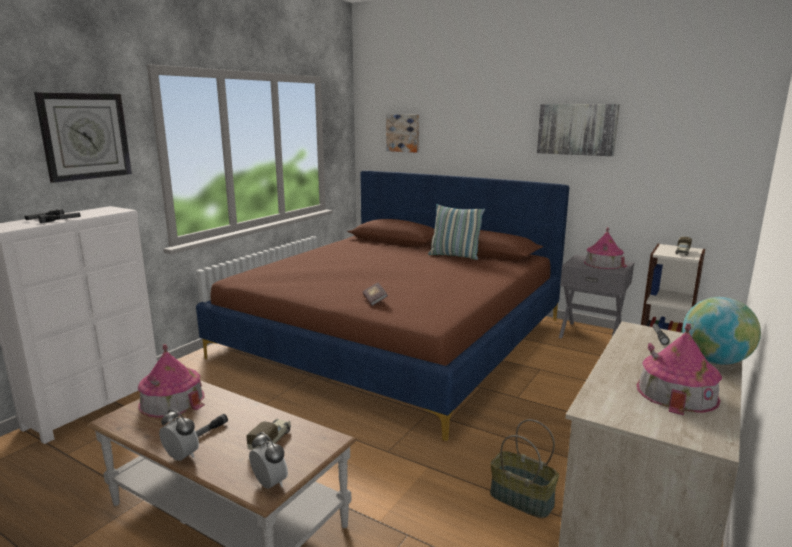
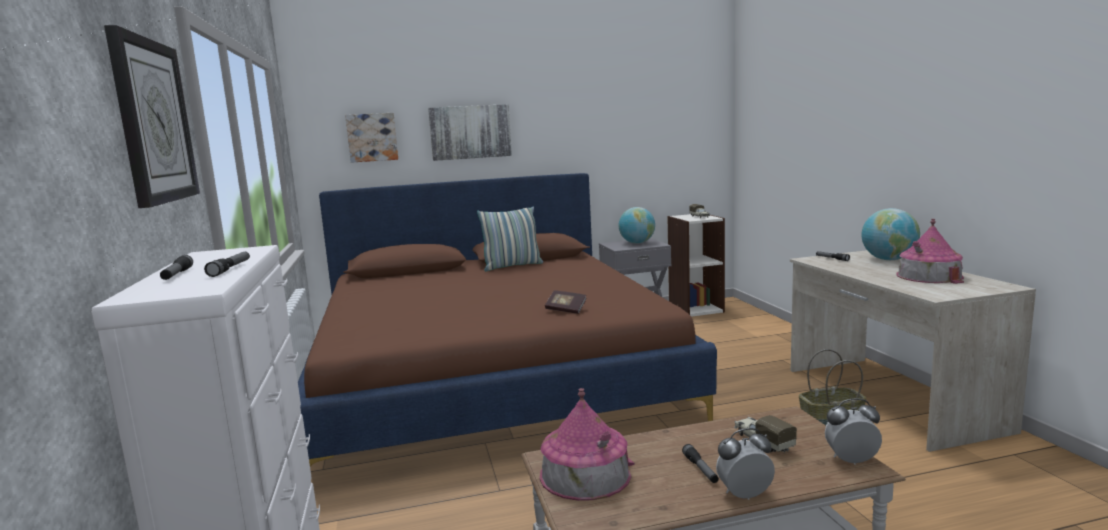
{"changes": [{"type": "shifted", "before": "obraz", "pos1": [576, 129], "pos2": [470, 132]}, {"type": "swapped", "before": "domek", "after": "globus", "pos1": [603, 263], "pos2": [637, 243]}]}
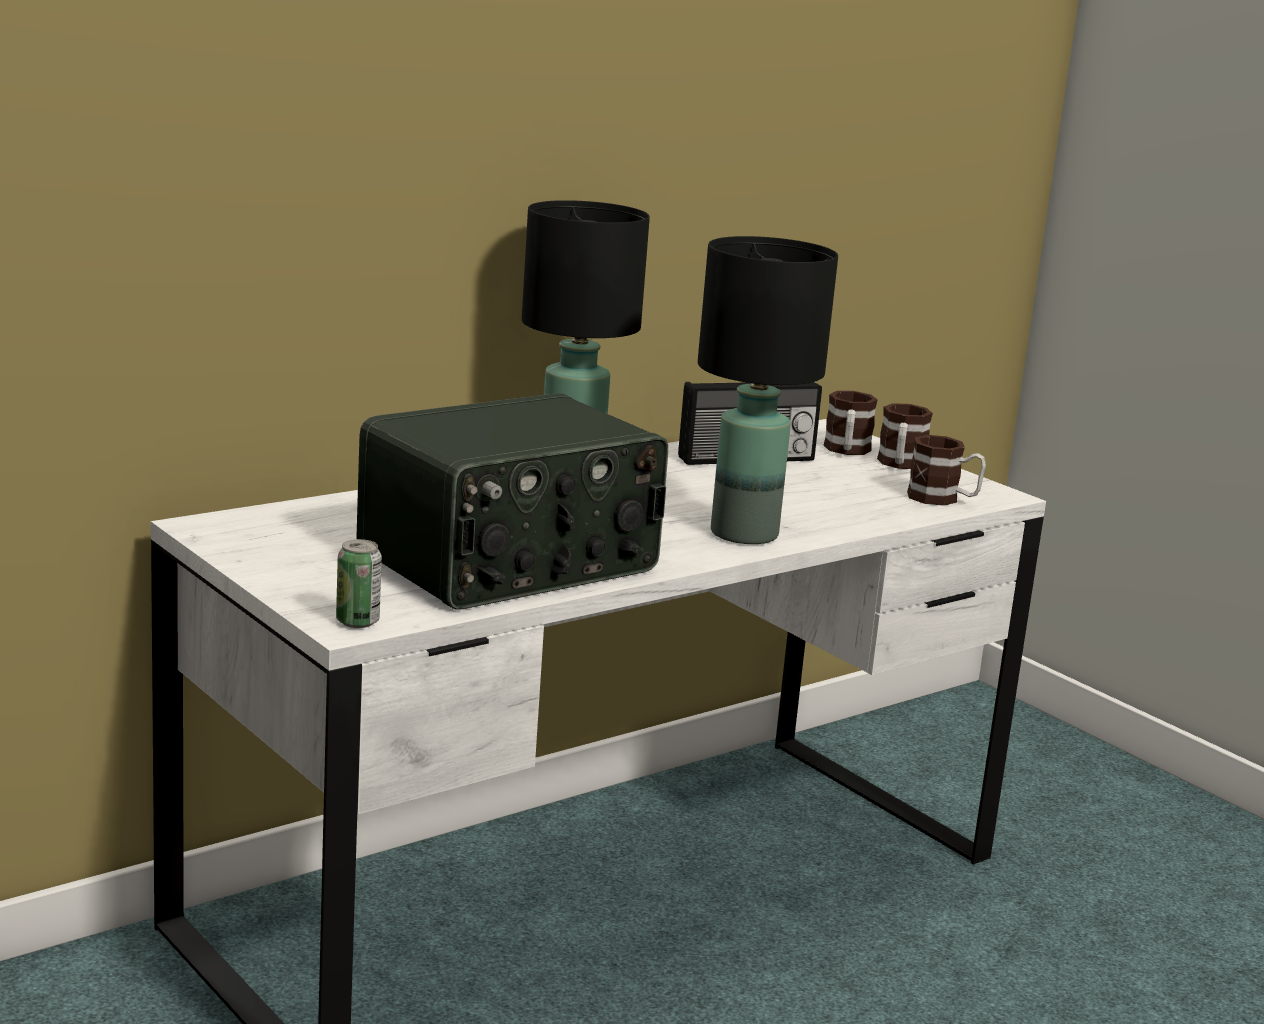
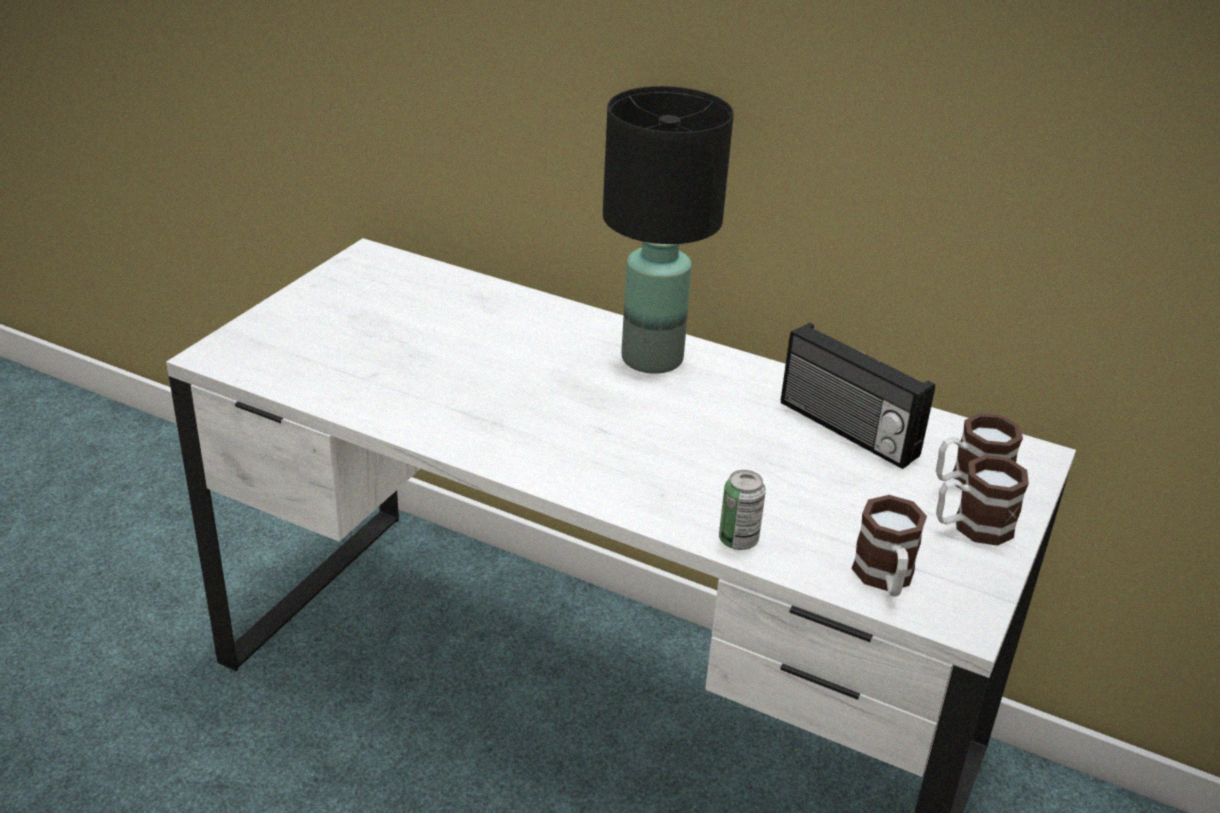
{"changes": [{"type": "gone", "before": "lampa stołowa (czarny)", "pos1": [742, 533]}, {"type": "gone", "before": "radio", "pos1": [511, 564]}, {"type": "shifted", "before": "puszka", "pos1": [357, 621], "pos2": [738, 540]}]}
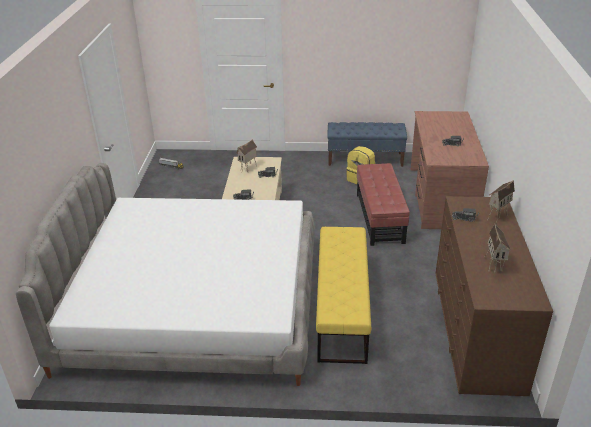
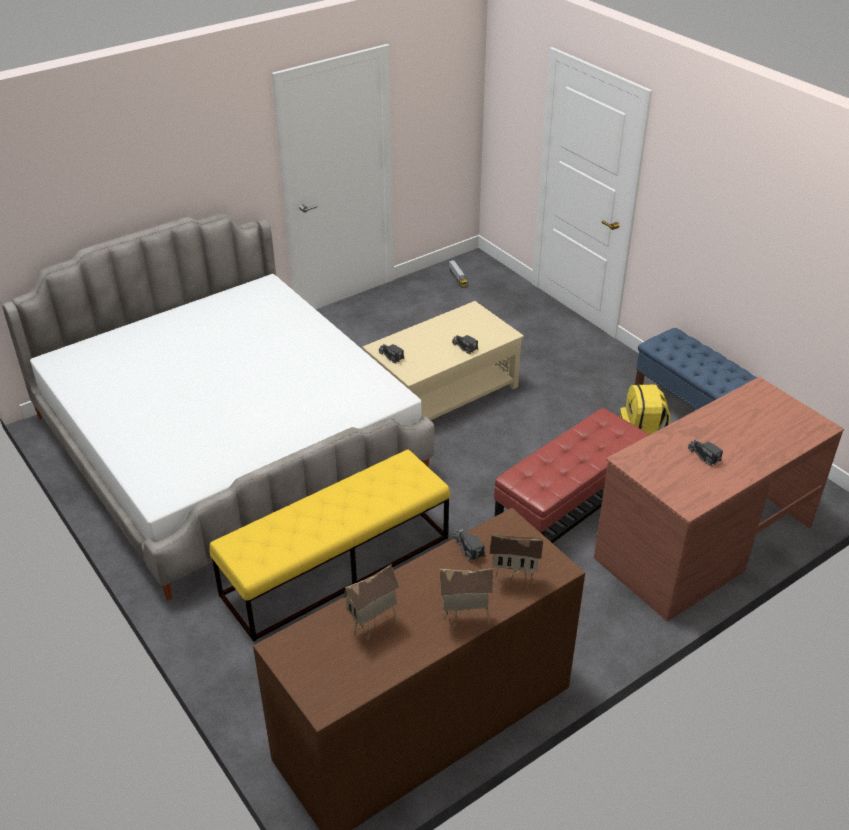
{"changes": [{"type": "shifted", "before": "domek", "pos1": [248, 169], "pos2": [465, 621]}]}
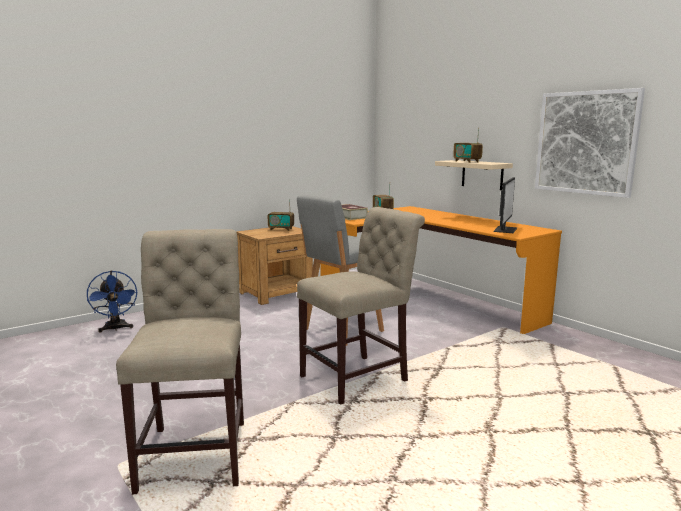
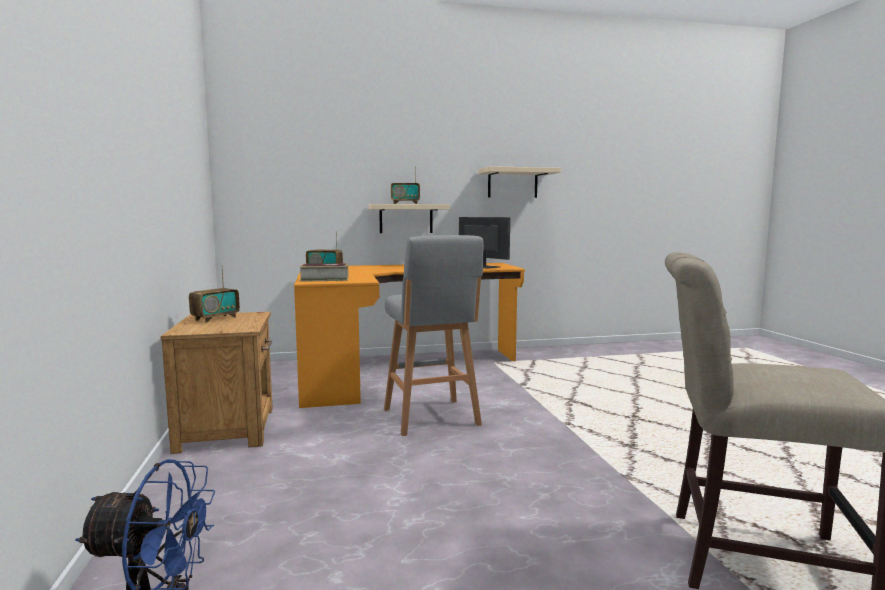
{"changes": [{"type": "swapped", "before": "obraz", "after": "półka (beżowy)", "pos1": [586, 143], "pos2": [512, 183]}, {"type": "gone", "before": "krzesło (beżowy)", "pos1": [359, 377]}]}
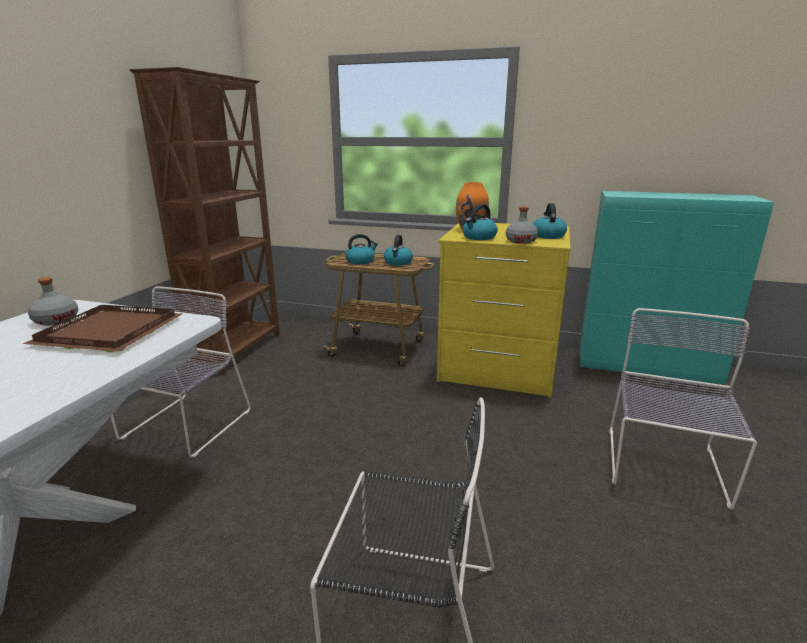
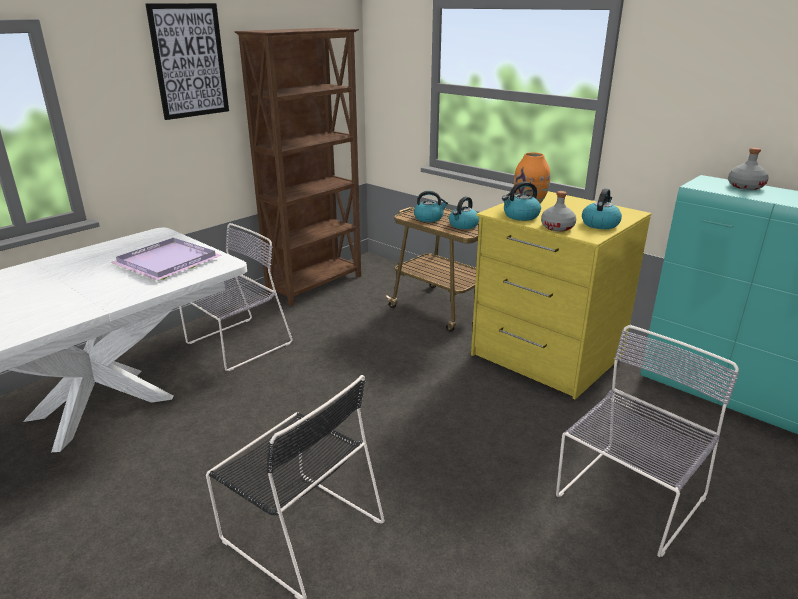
{"changes": [{"type": "shifted", "before": "butelka (szary)", "pos1": [56, 320], "pos2": [745, 186]}, {"type": "repainted", "before": "taca (brązowy)", "after": "taca (fioletowy)", "pos1": [109, 331], "pos2": [167, 261]}, {"type": "new", "after": "obraz", "pos2": [189, 61]}]}
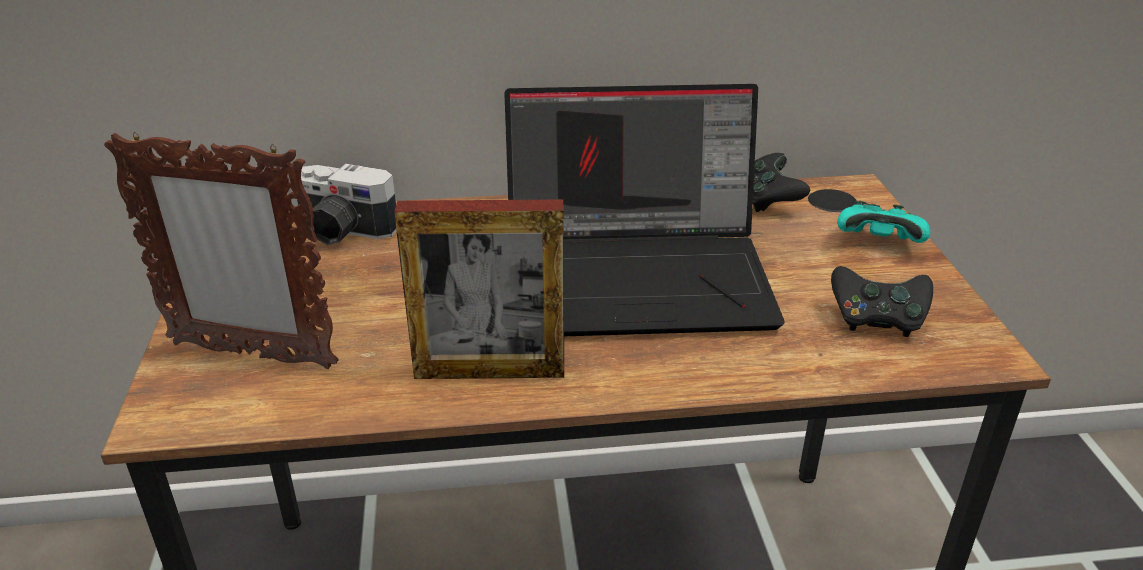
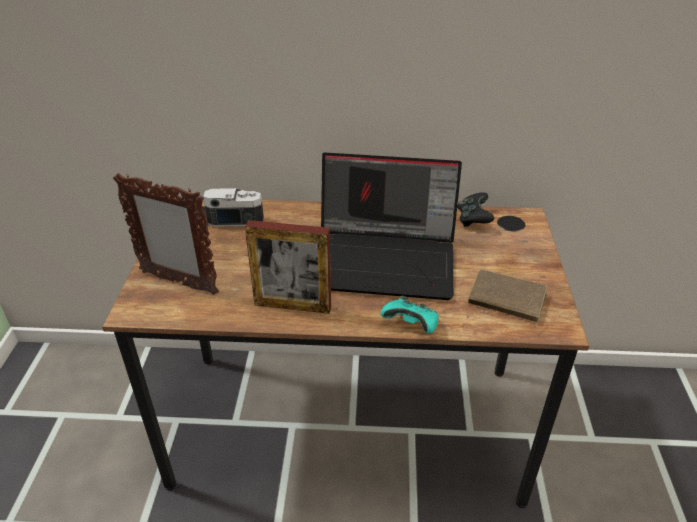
{"changes": [{"type": "rotated", "before": "aparat fotograficzny", "pos1": [342, 232], "pos2": [236, 216], "turn": 150}, {"type": "shifted", "before": "pad do gier (turkusowy)", "pos1": [879, 243], "pos2": [411, 325]}, {"type": "swapped", "before": "pad do gier (czarny)", "after": "książka (brązowy)", "pos1": [876, 320], "pos2": [506, 300]}]}
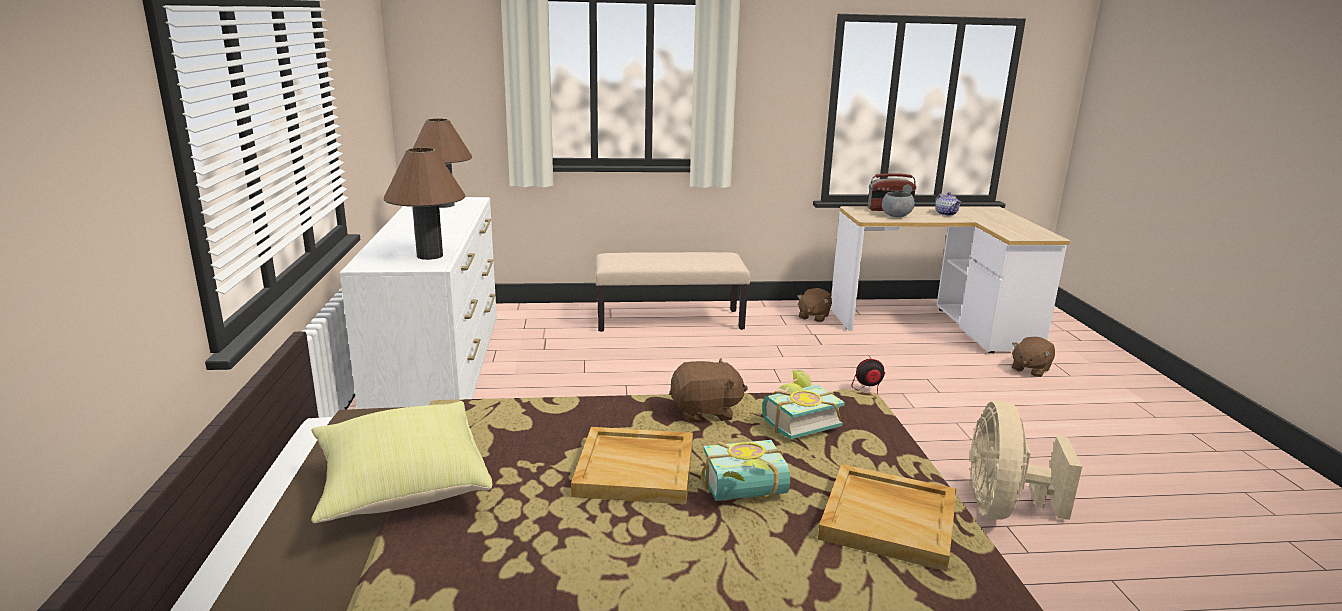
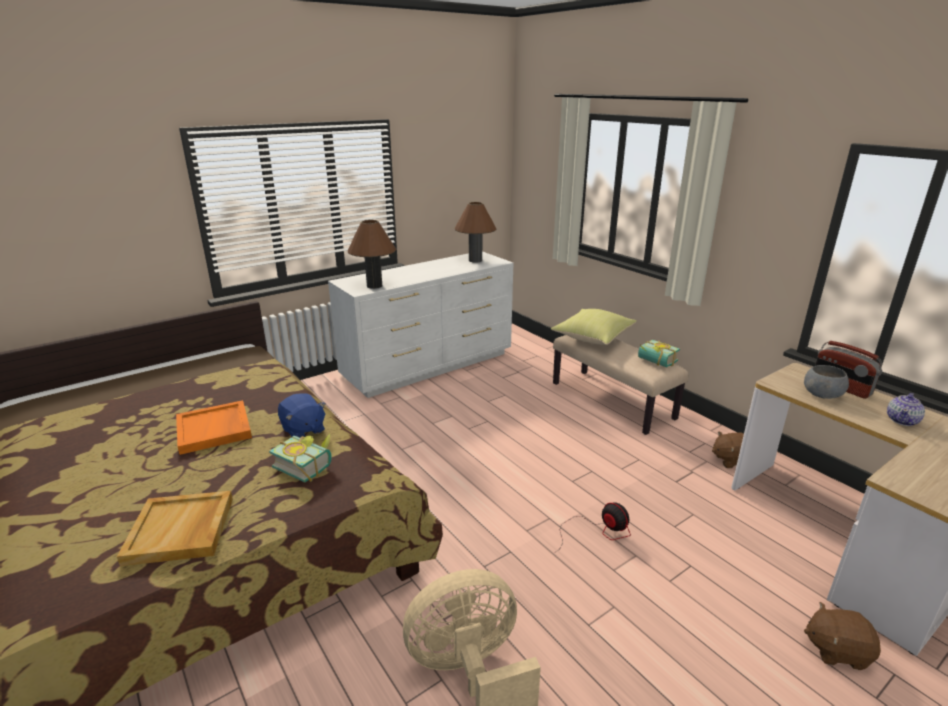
{"changes": [{"type": "repainted", "before": "pluszak (brązowy)", "after": "pluszak (niebieski)", "pos1": [705, 412], "pos2": [303, 430]}, {"type": "shifted", "before": "poduszka (żółty)", "pos1": [400, 486], "pos2": [593, 338]}, {"type": "repainted", "before": "taca (beżowy)", "after": "taca (pomarańczowy)", "pos1": [636, 469], "pos2": [214, 429]}, {"type": "shifted", "before": "książka", "pos1": [746, 494], "pos2": [655, 362]}]}
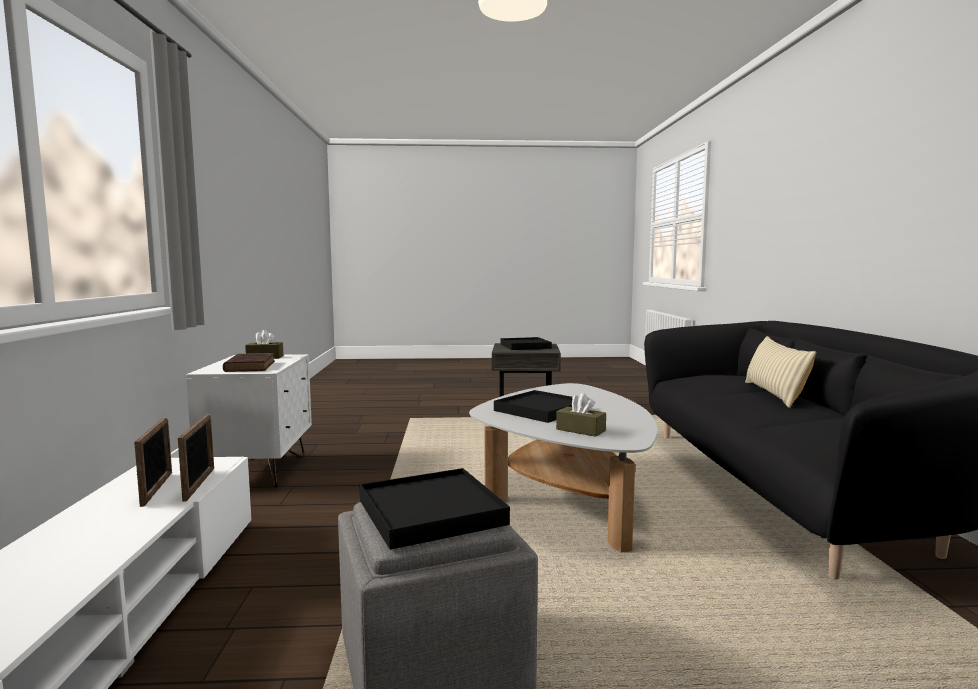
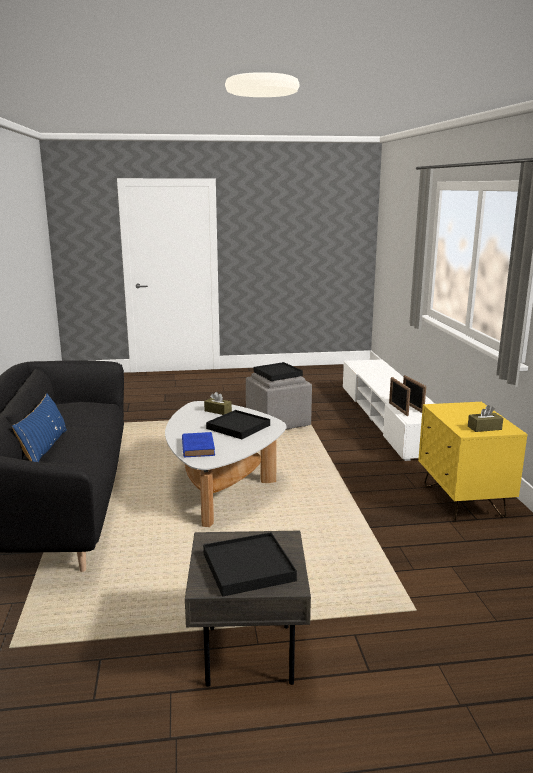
{"changes": [{"type": "repainted", "before": "poduszka (beżowy)", "after": "poduszka (niebieski)", "pos1": [774, 394], "pos2": [44, 448]}, {"type": "gone", "before": "książka (brązowy)", "pos1": [250, 366]}, {"type": "repainted", "before": "szafka nocna (biały)", "after": "szafka nocna (żółty)", "pos1": [259, 471], "pos2": [463, 501]}, {"type": "new", "after": "książka (niebieski)", "pos2": [198, 447]}]}
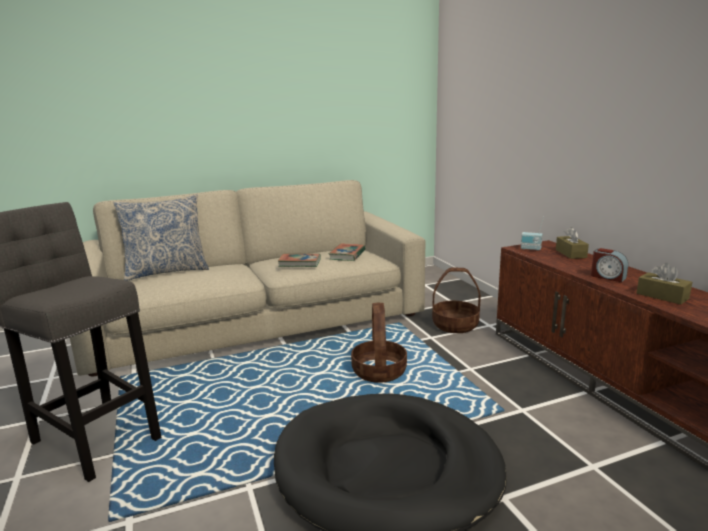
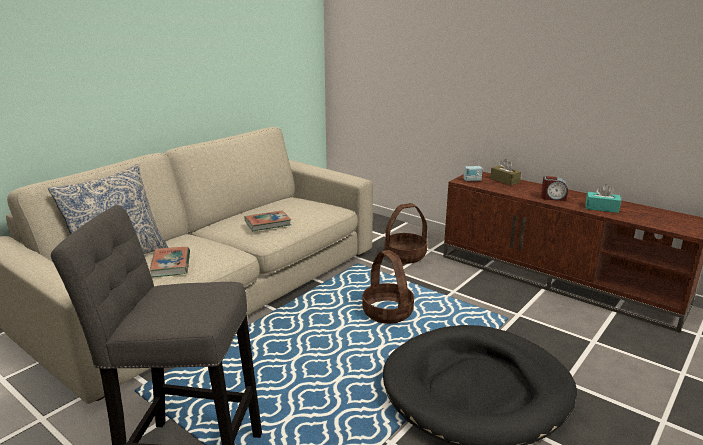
{"changes": [{"type": "shifted", "before": "książka", "pos1": [347, 255], "pos2": [171, 265]}, {"type": "repainted", "before": "pudełko chusteczek (brązowy)", "after": "pudełko chusteczek (turkusowy)", "pos1": [662, 296], "pos2": [601, 208]}]}
